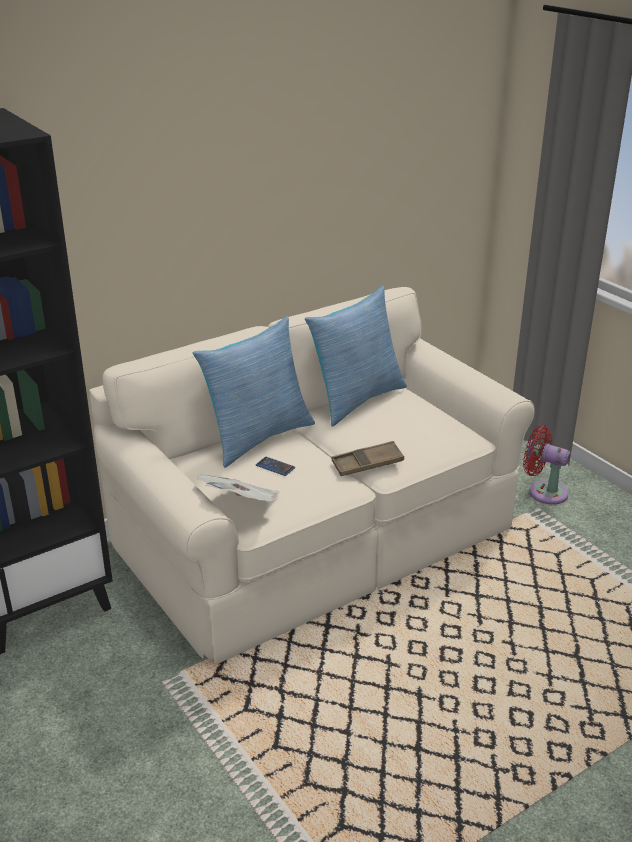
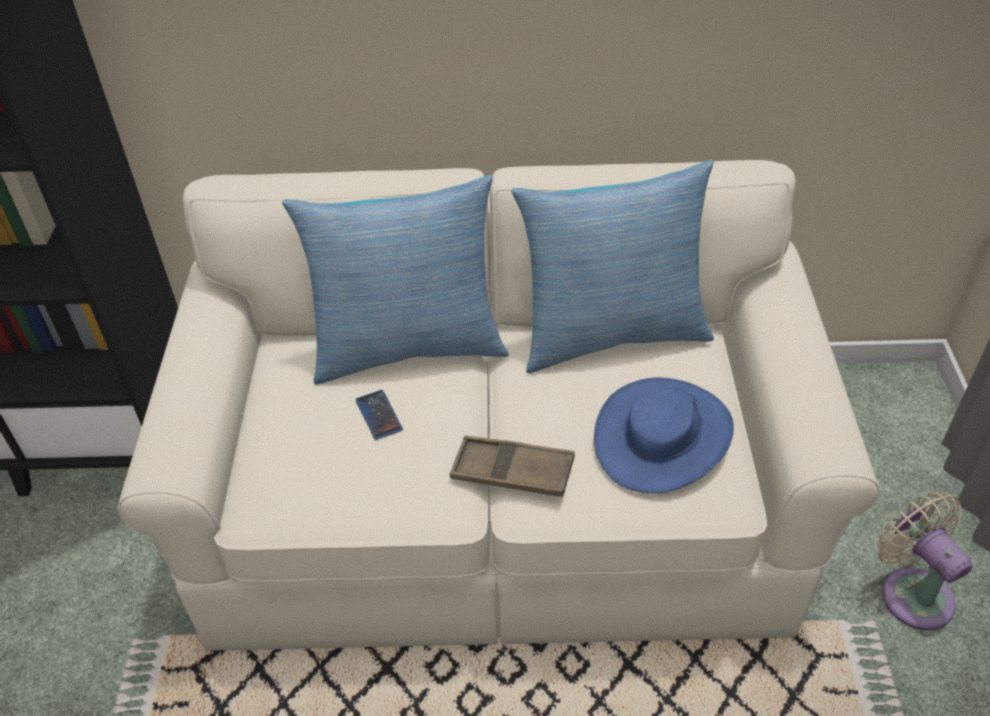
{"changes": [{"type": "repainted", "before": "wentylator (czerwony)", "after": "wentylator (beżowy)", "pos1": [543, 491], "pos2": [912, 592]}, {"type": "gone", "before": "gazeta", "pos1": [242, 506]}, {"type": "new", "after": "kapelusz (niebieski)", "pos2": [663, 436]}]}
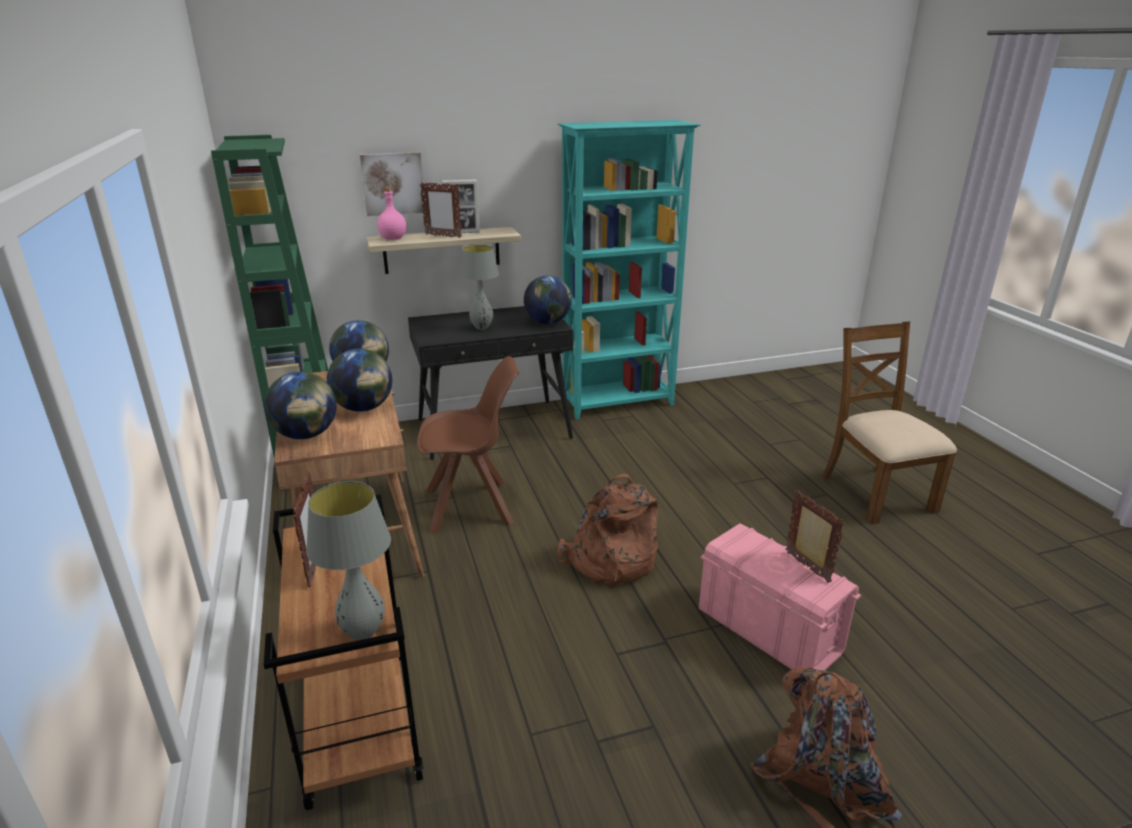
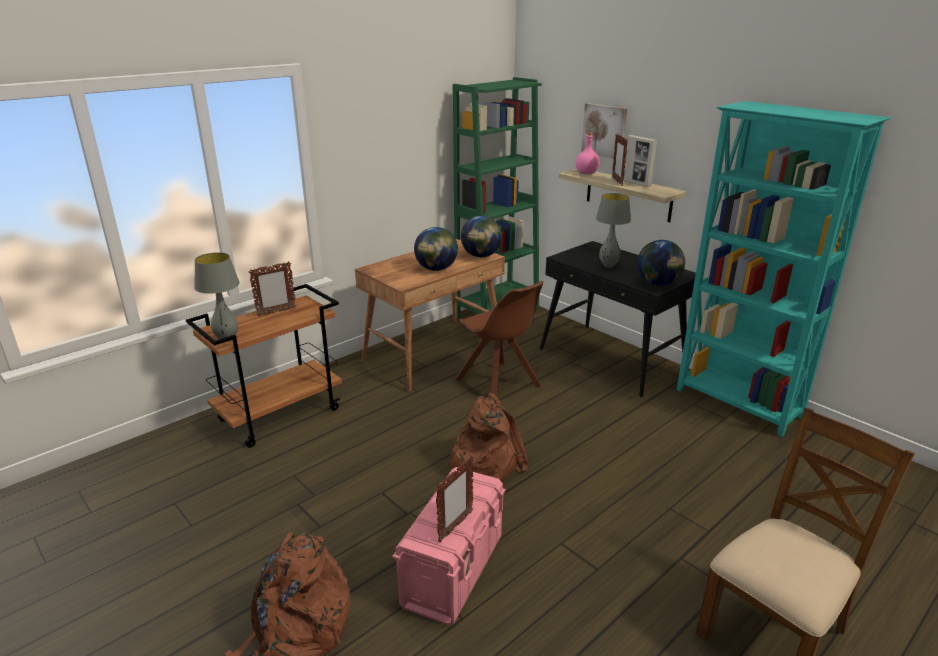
{"changes": [{"type": "gone", "before": "globus", "pos1": [306, 435]}]}
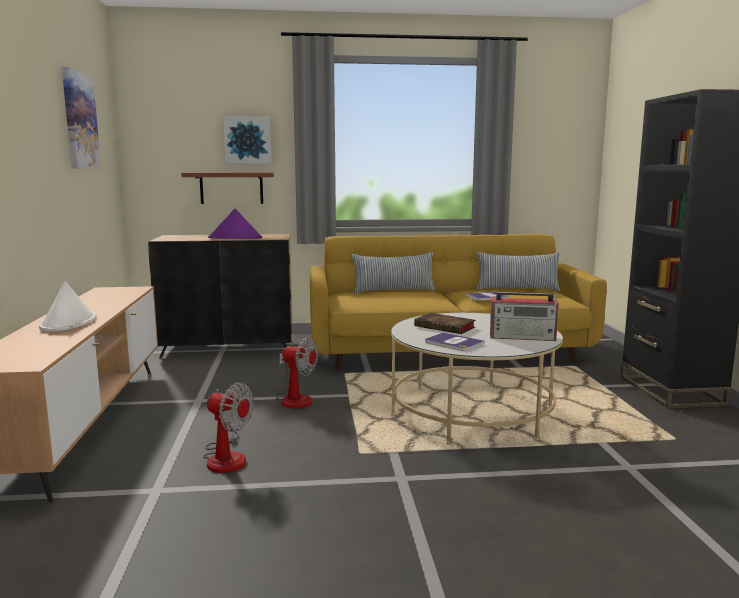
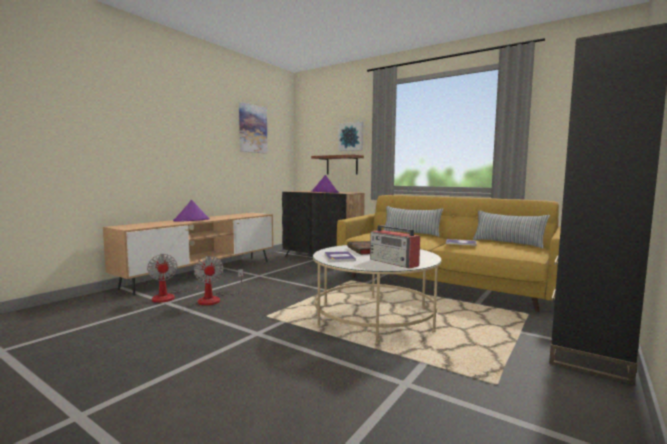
{"changes": [{"type": "repainted", "before": "kapelusz (biały)", "after": "kapelusz (fioletowy)", "pos1": [69, 323], "pos2": [192, 220]}, {"type": "shifted", "before": "wentylator", "pos1": [294, 398], "pos2": [170, 296]}]}
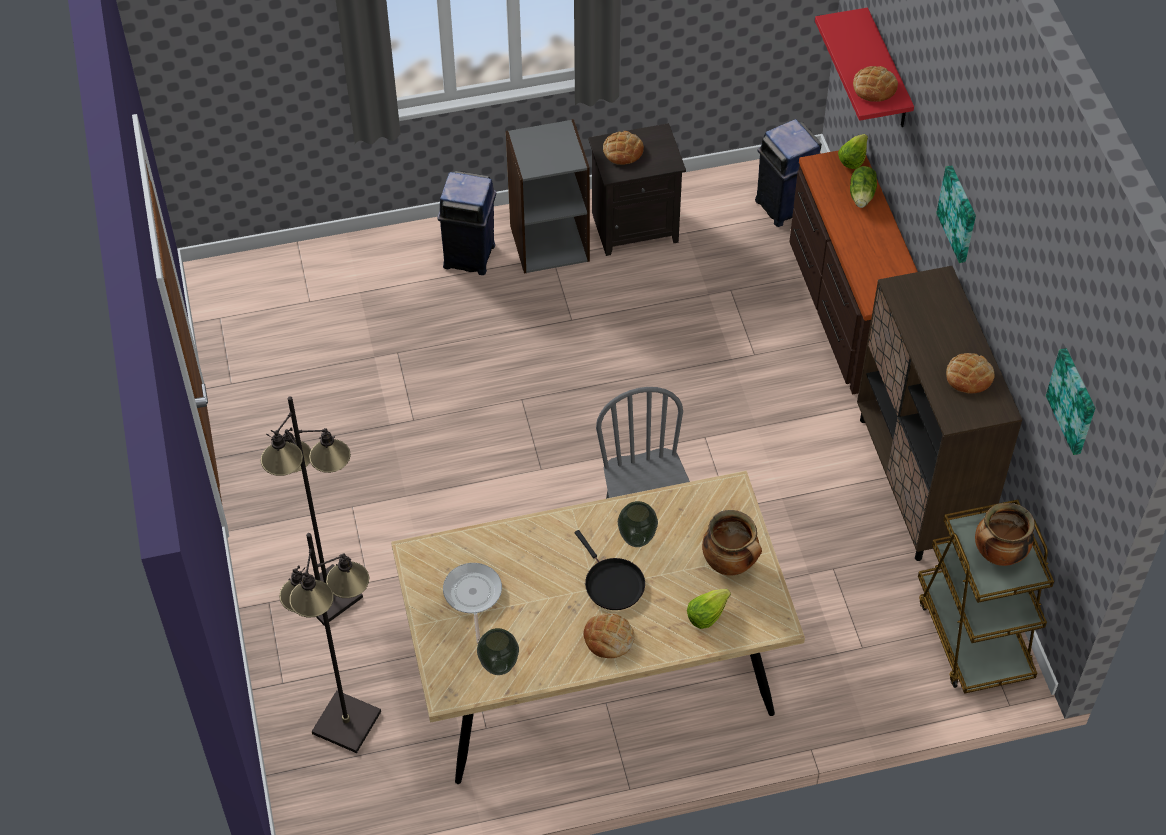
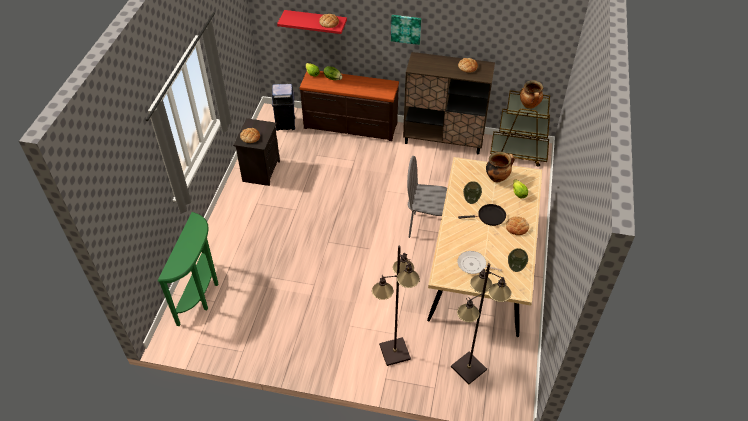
{"changes": [{"type": "gone", "before": "regał (szary)", "pos1": [549, 242]}, {"type": "gone", "before": "kosz na śmieci (niebieski)", "pos1": [470, 256]}, {"type": "gone", "before": "obraz", "pos1": [1074, 401]}, {"type": "new", "after": "stolik konsolowy (zielony)", "pos2": [201, 294]}]}
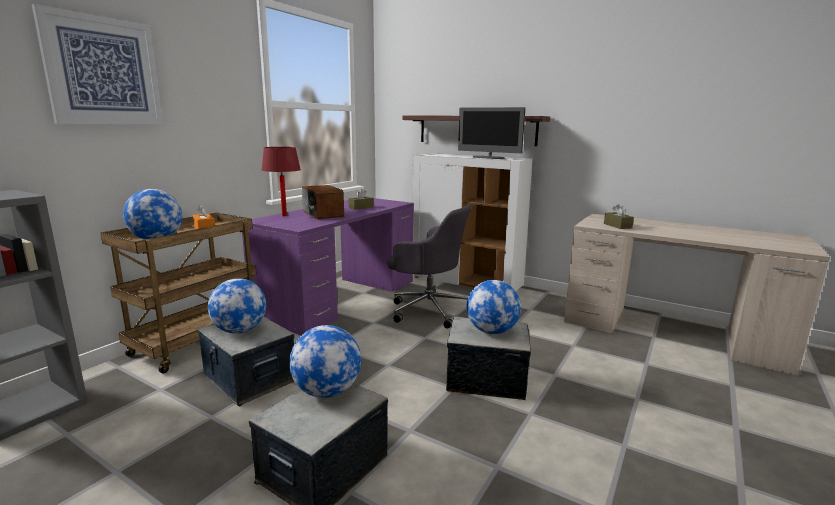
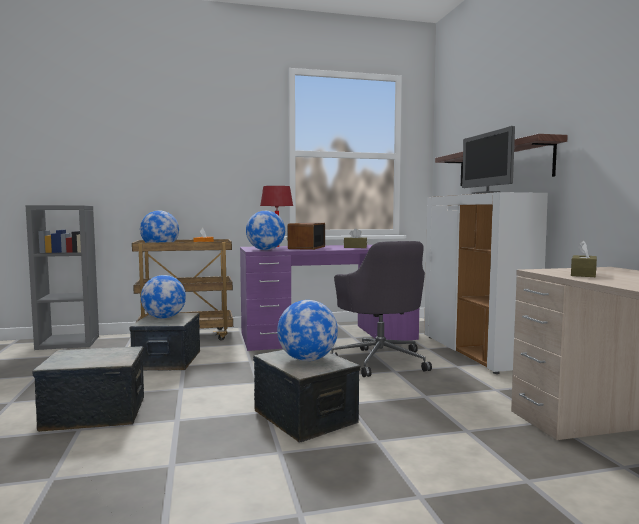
{"changes": [{"type": "gone", "before": "obraz", "pos1": [103, 71]}, {"type": "shifted", "before": "globus", "pos1": [327, 391], "pos2": [266, 250]}]}
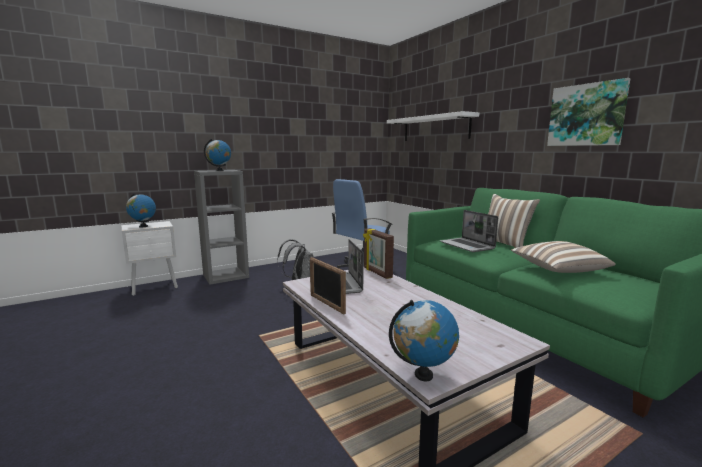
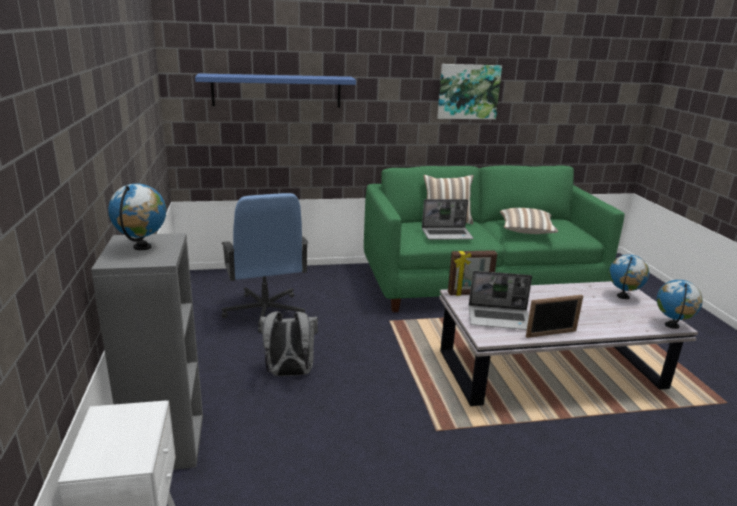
{"changes": [{"type": "repainted", "before": "półka (biały)", "after": "półka (niebieski)", "pos1": [435, 128], "pos2": [277, 91]}, {"type": "shifted", "before": "globus", "pos1": [143, 226], "pos2": [623, 297]}]}
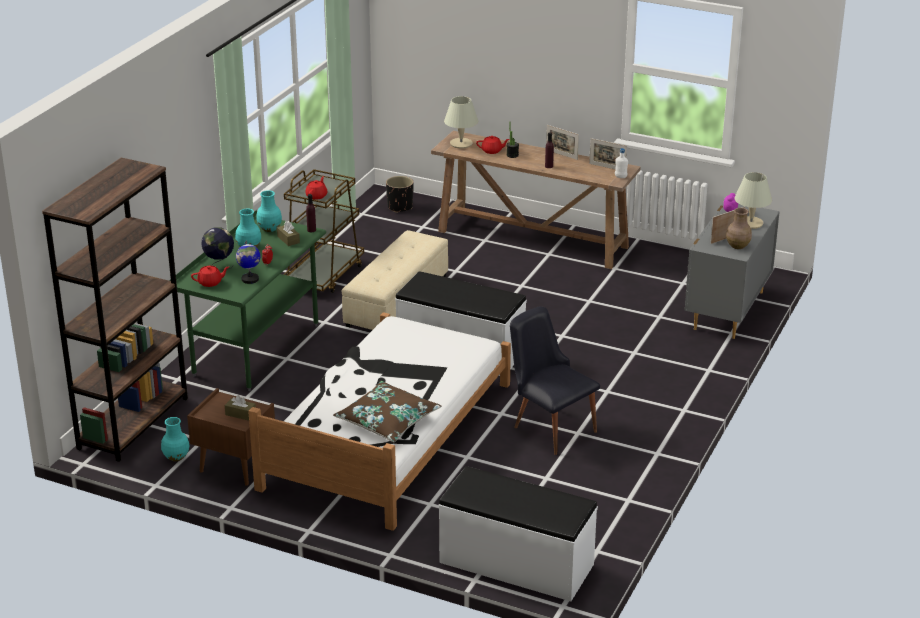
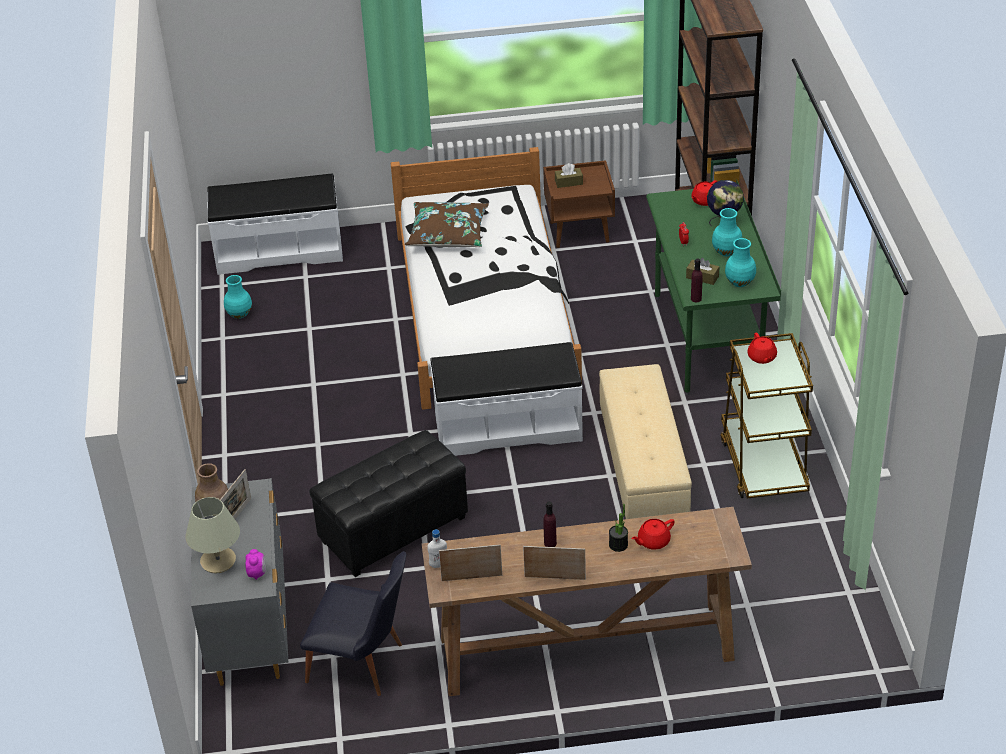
{"changes": [{"type": "gone", "before": "lampa stołowa (beżowy)", "pos1": [460, 144]}, {"type": "gone", "before": "donica (czarny)", "pos1": [400, 207]}, {"type": "gone", "before": "globus", "pos1": [250, 279]}, {"type": "shifted", "before": "krzesło (czarny)", "pos1": [549, 426], "pos2": [364, 665]}, {"type": "shifted", "before": "wazon (turkusowy)", "pos1": [176, 457], "pos2": [239, 314]}, {"type": "new", "after": "pufa (czarny)", "pos2": [393, 529]}]}
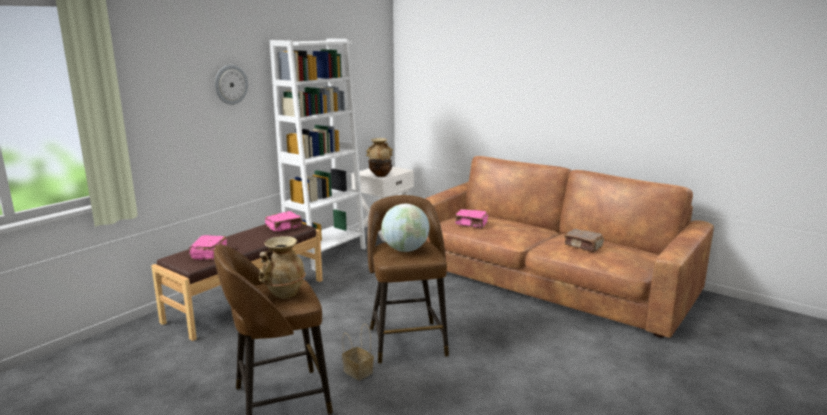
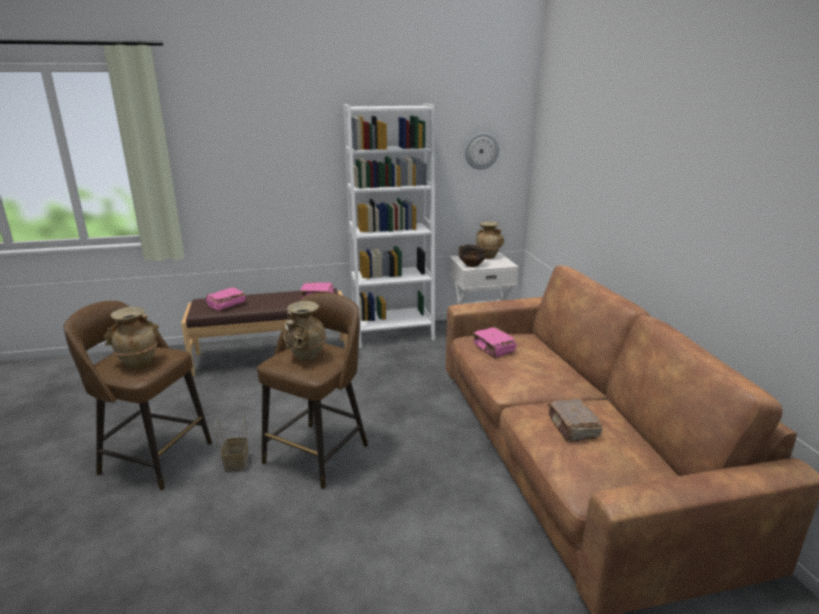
{"changes": [{"type": "shifted", "before": "zegar ścienny", "pos1": [230, 84], "pos2": [481, 151]}, {"type": "swapped", "before": "globus", "after": "wazon (beżowy)", "pos1": [405, 250], "pos2": [305, 356]}]}
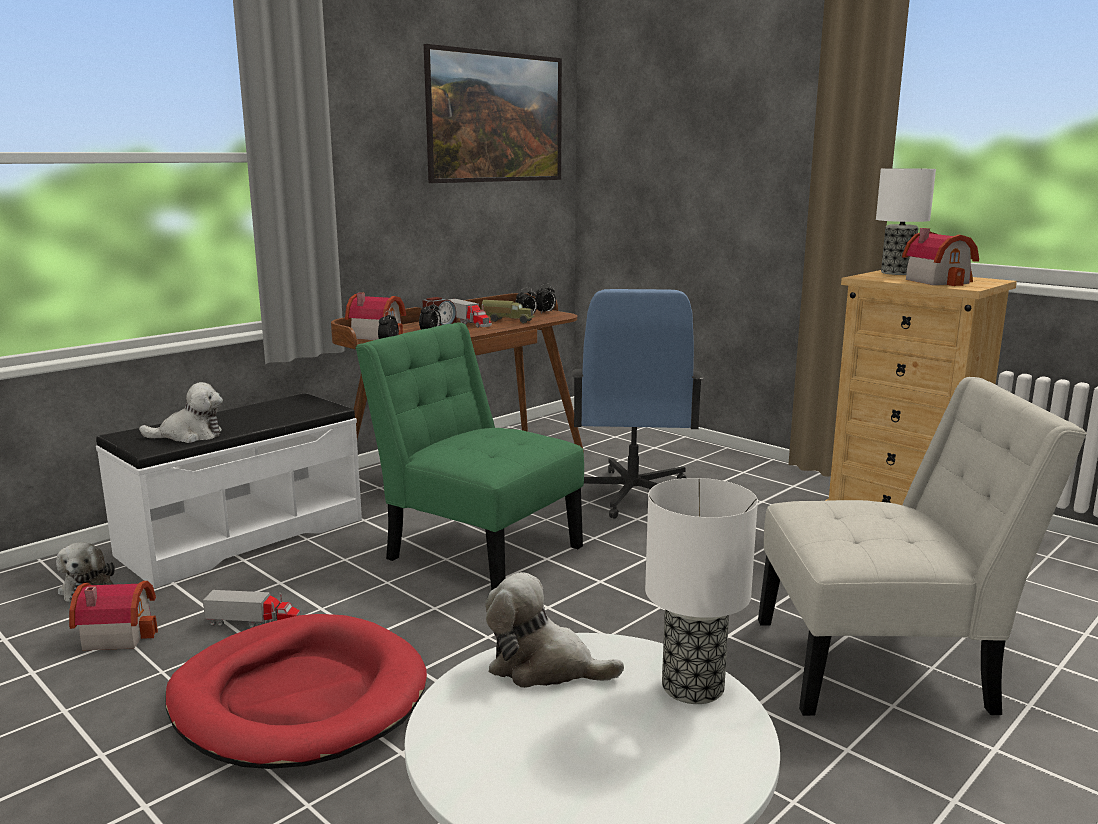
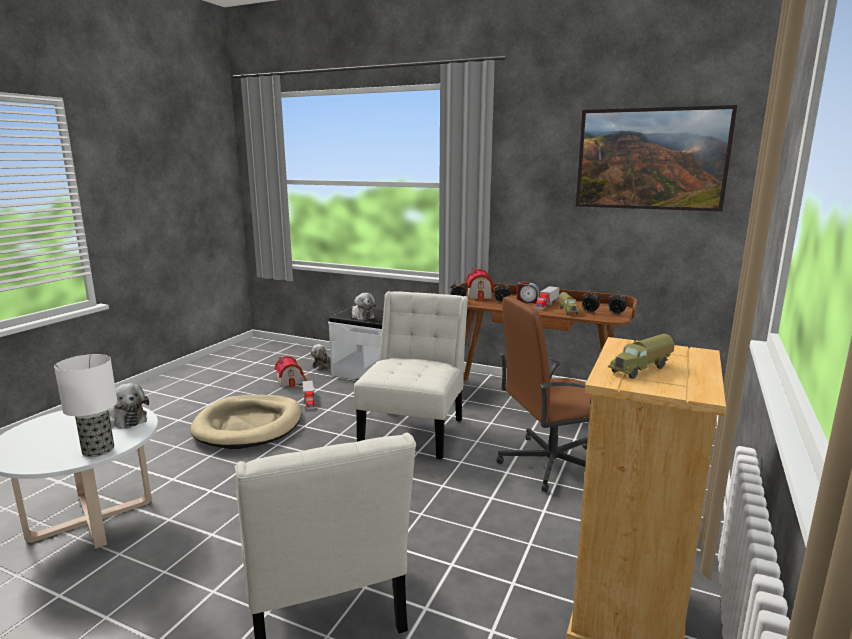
{"changes": [{"type": "gone", "before": "lampa stołowa", "pos1": [896, 273]}, {"type": "swapped", "before": "domek", "after": "ciężarówka zabawkowa", "pos1": [939, 281], "pos2": [642, 369]}, {"type": "repainted", "before": "krzesło biurowe (niebieski)", "after": "krzesło biurowe (brązowy)", "pos1": [631, 495], "pos2": [549, 463]}, {"type": "repainted", "before": "krzesło (zielony)", "after": "krzesło (biały)", "pos1": [477, 550], "pos2": [414, 430]}, {"type": "rotated", "before": "pluszak", "pos1": [543, 667], "pos2": [126, 419], "turn": 135}, {"type": "repainted", "before": "legowisko (czerwony)", "after": "legowisko (beżowy)", "pos1": [299, 698], "pos2": [249, 425]}]}
